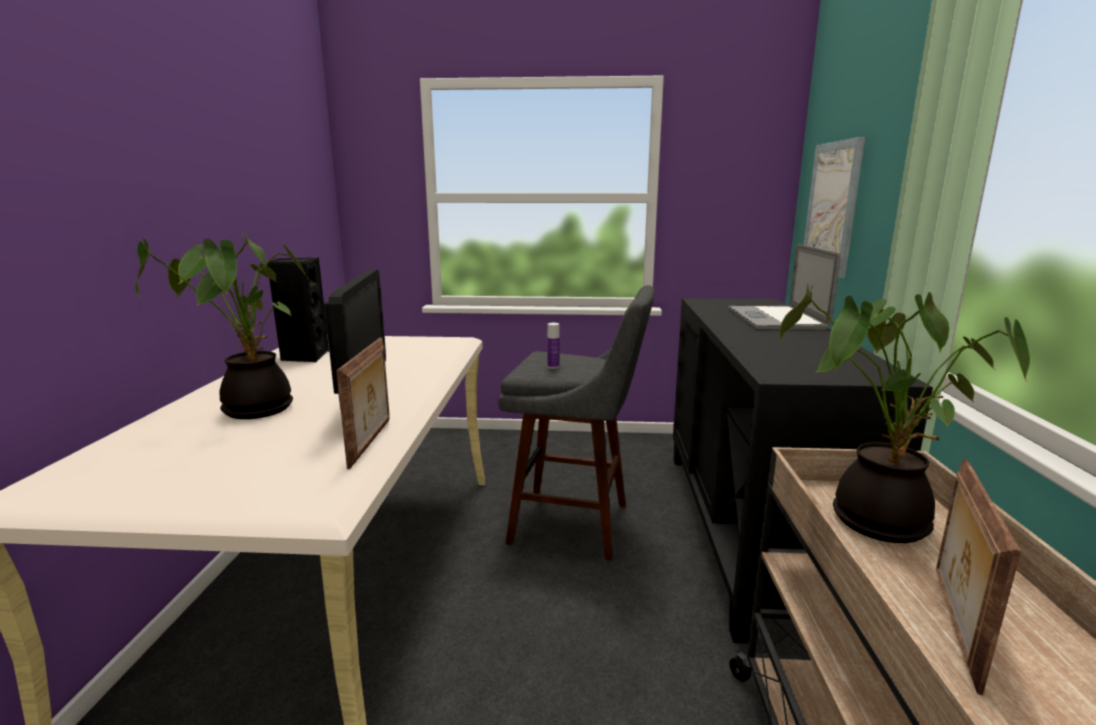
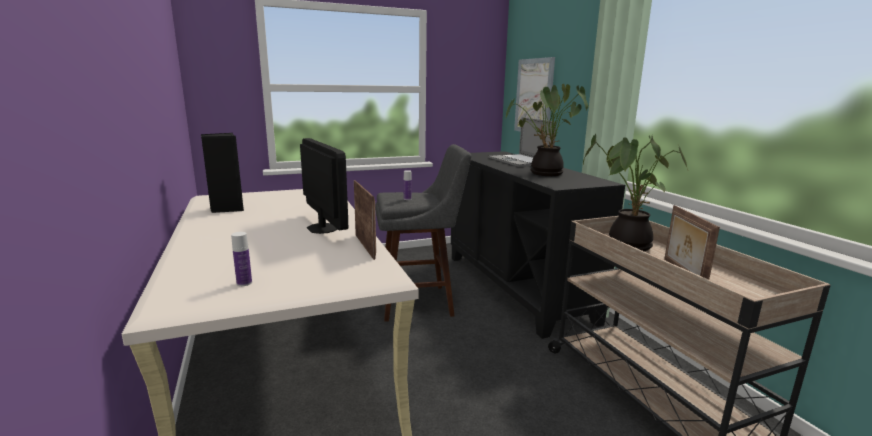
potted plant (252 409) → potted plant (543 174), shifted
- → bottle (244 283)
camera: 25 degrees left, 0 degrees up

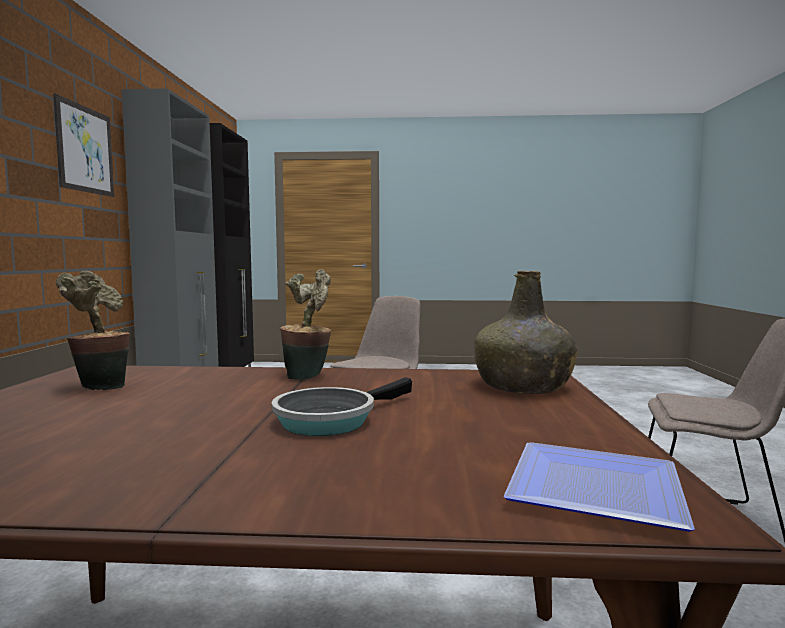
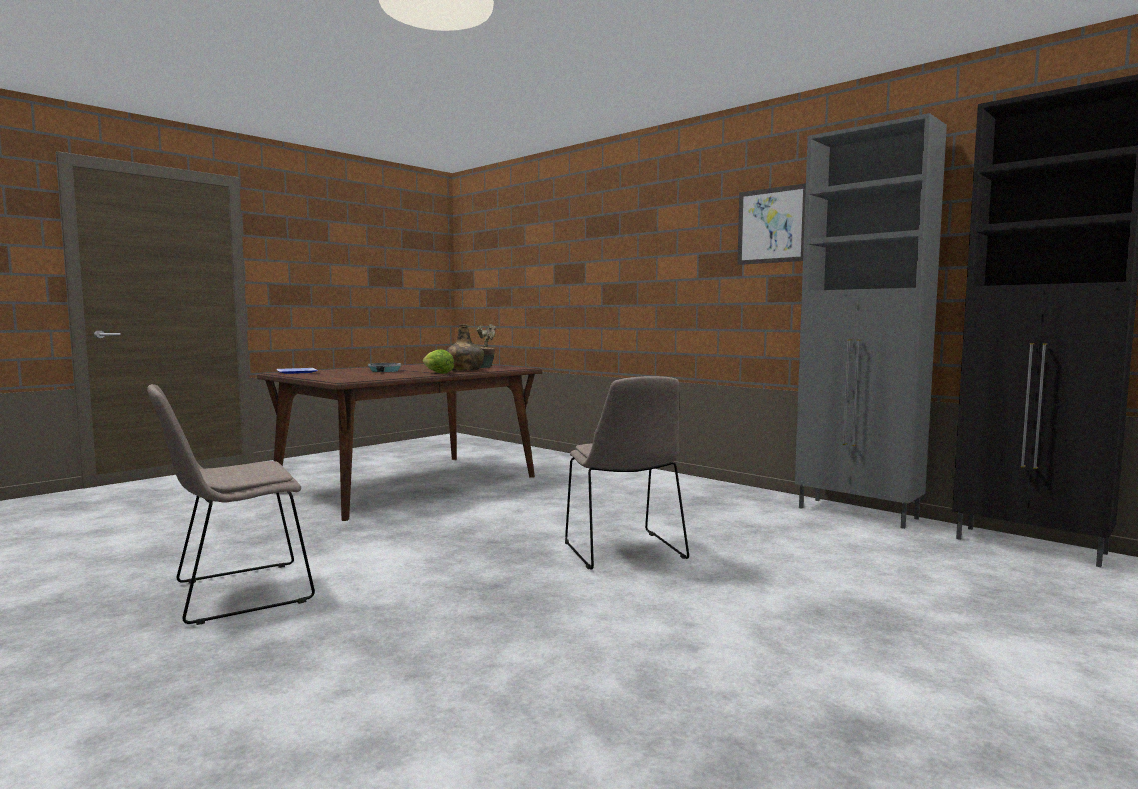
potted plant (308 375) → lettuce (438 373)
green bottle (523 386) → green bottle (464 370), shifted
camera: 130 degrees right, 0 degrees up

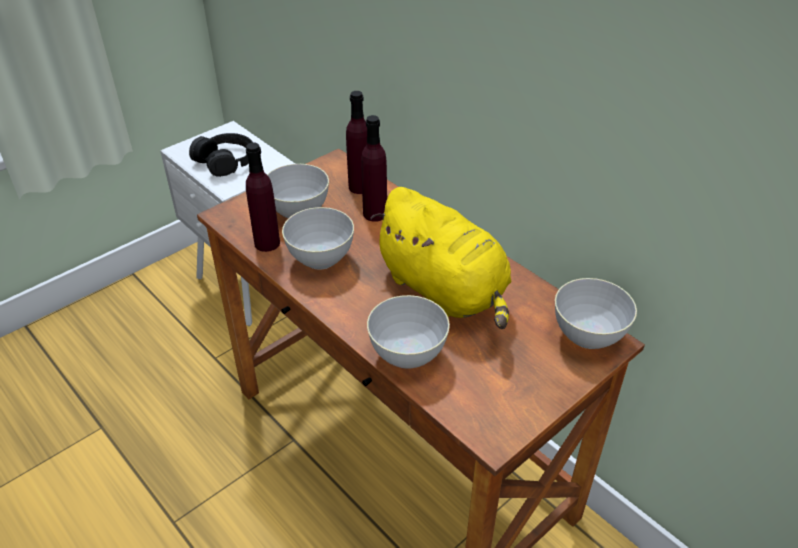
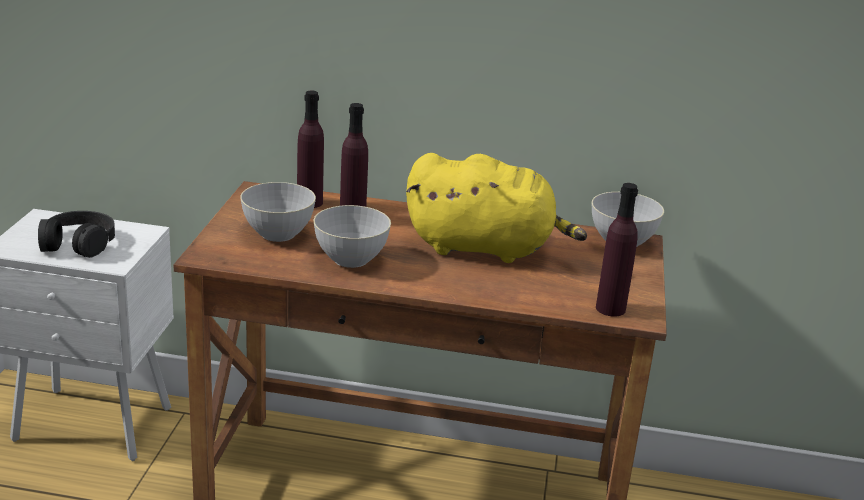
purple bottle (267 243) → purple bottle (610 308), shifted
grey bowl (408 354) → -
camera: 40 degrees left, 15 degrees down

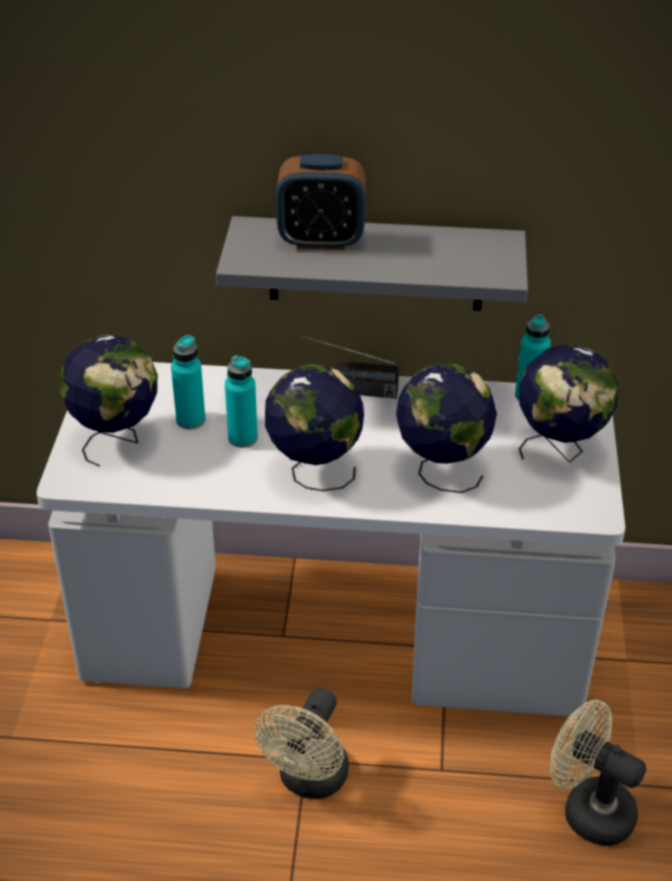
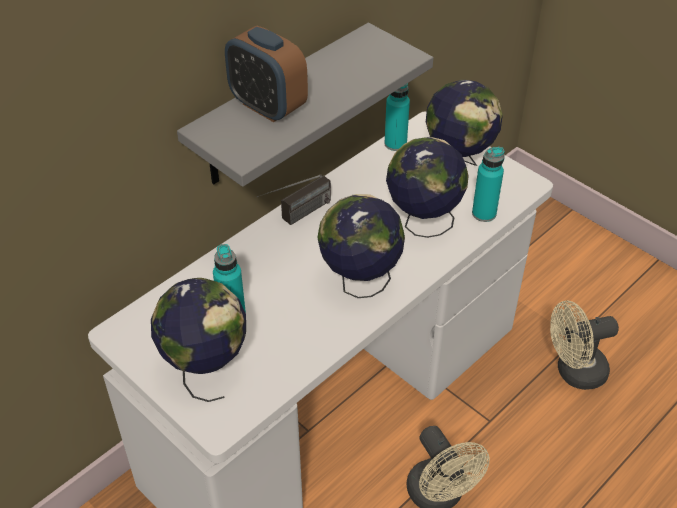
turquoise bottle (243 438) → turquoise bottle (484 213), shifted
alarm clock (321 240) → alarm clock (268 107), 90 degrees clockwise
camera: 50 degrees left, 5 degrees up

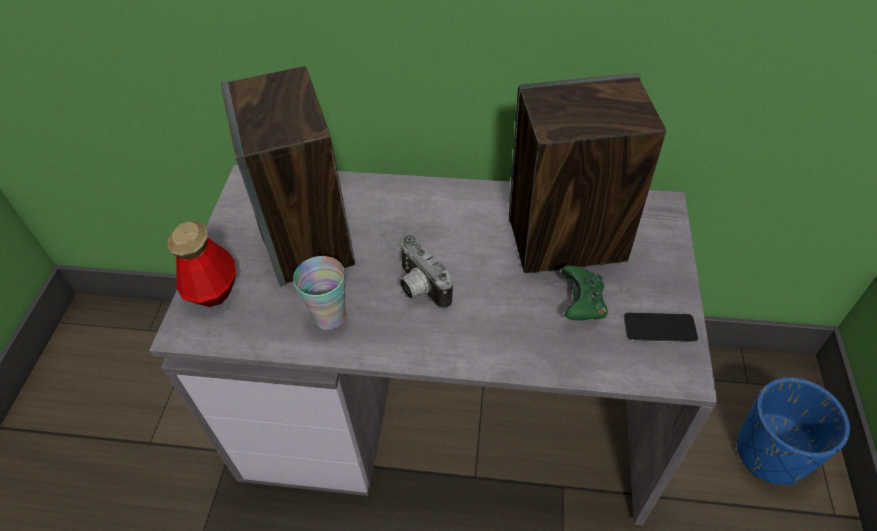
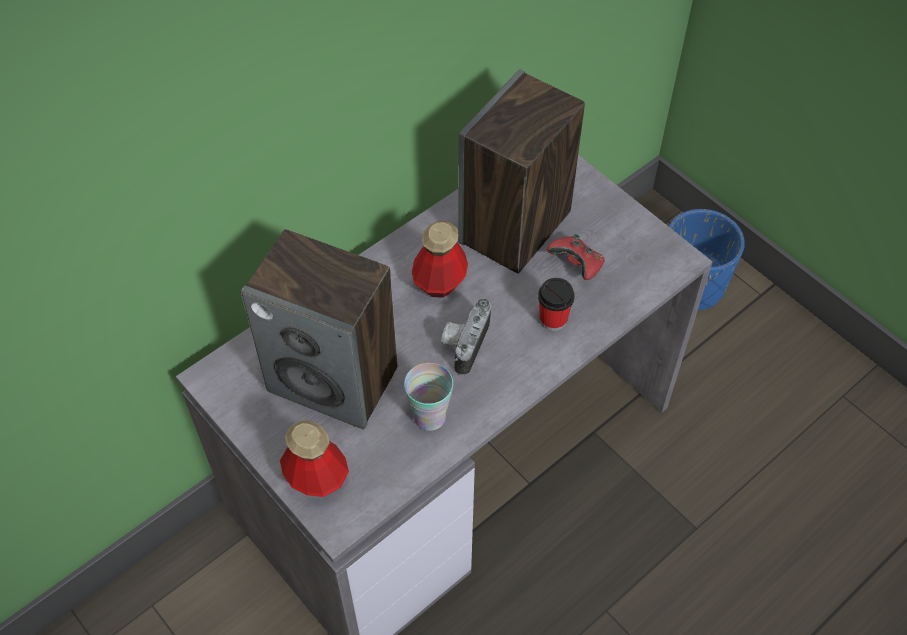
photo camera (419 289) → photo camera (463 344), 105 degrees clockwise
green game controller (582 305) → red game controller (577 265)
phone (659 328) → -
- → bottle (440 282)
- → cup (553 319)
camera: 50 degrees left, 5 degrees up

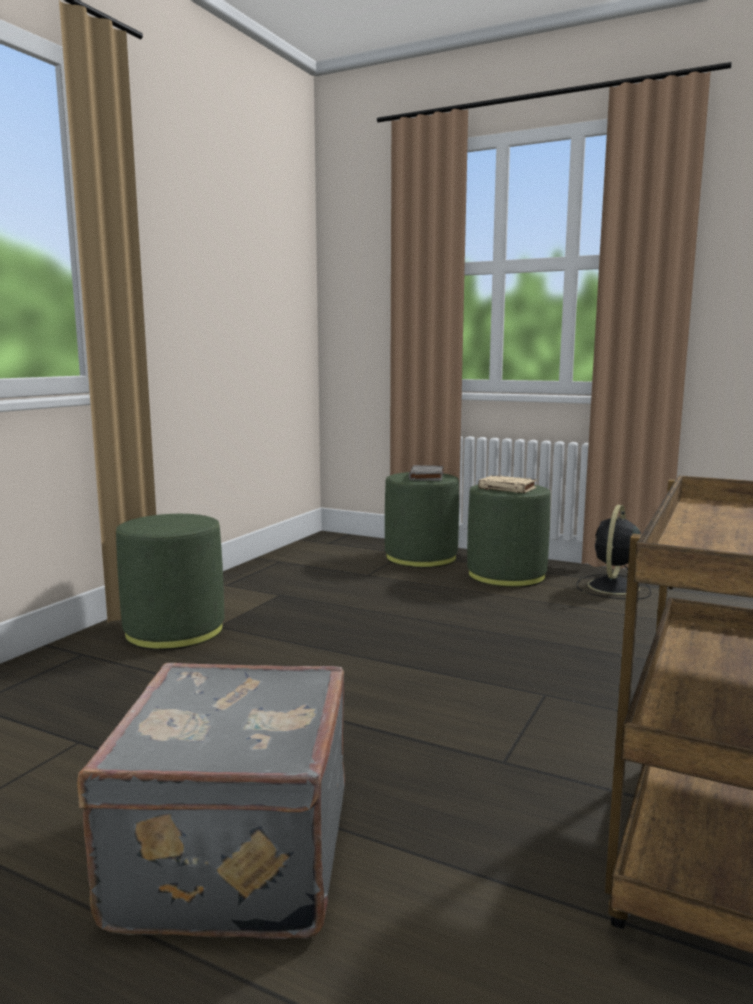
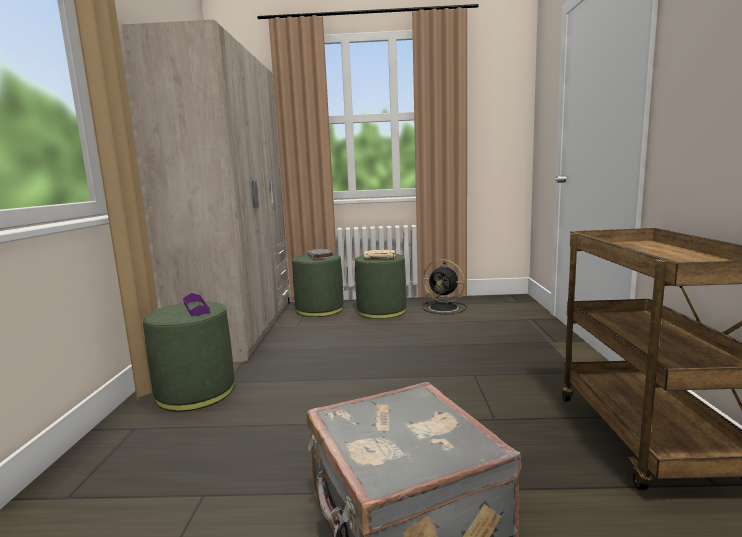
black fan (612 587) → black fan (445 308), 60 degrees counterclockwise
- → beige wardrobe (241 327)
- → purple tray (196 307)
camera: 25 degrees left, 0 degrees up

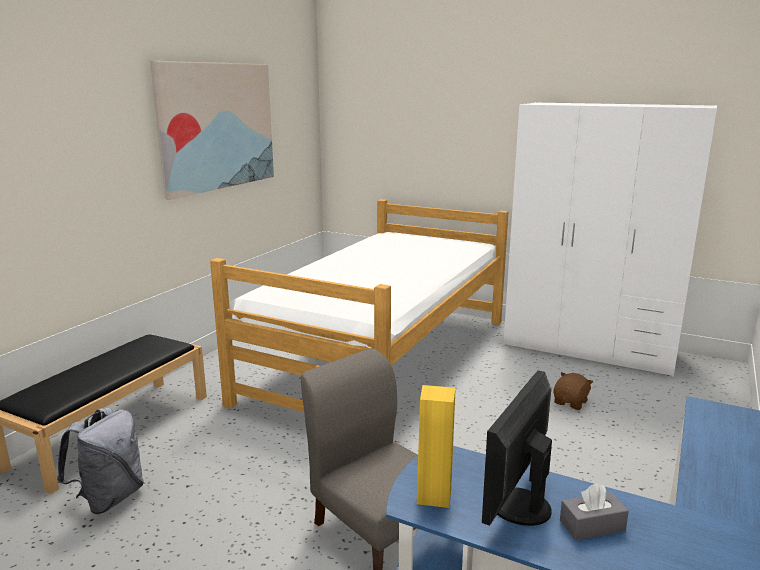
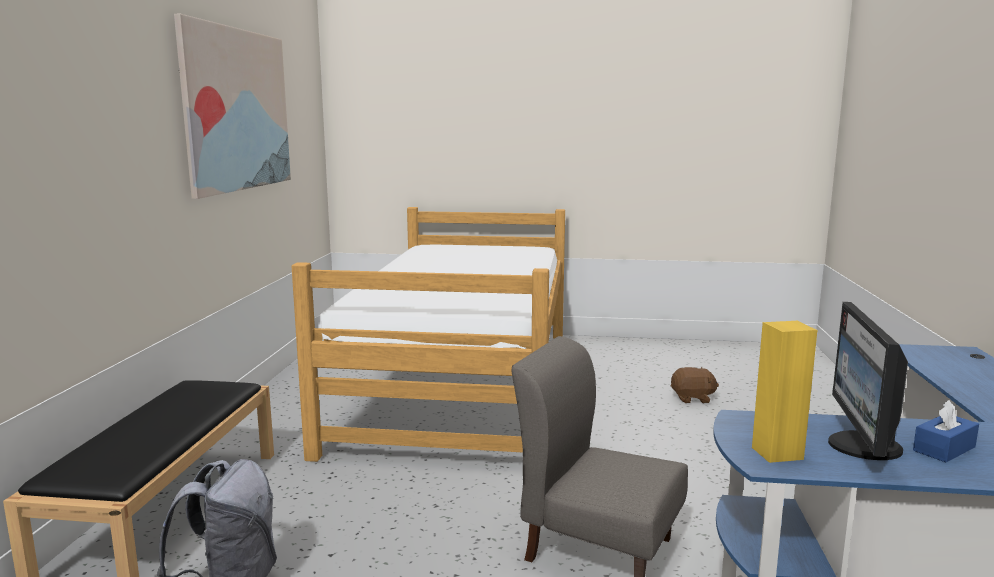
white wardrobe (589 348) → -
brown plush toy (571 402) → brown plush toy (692 398), 75 degrees clockwise
grey tissue box (592 526) → blue tissue box (944 449)
camera: 20 degrees left, 5 degrees down

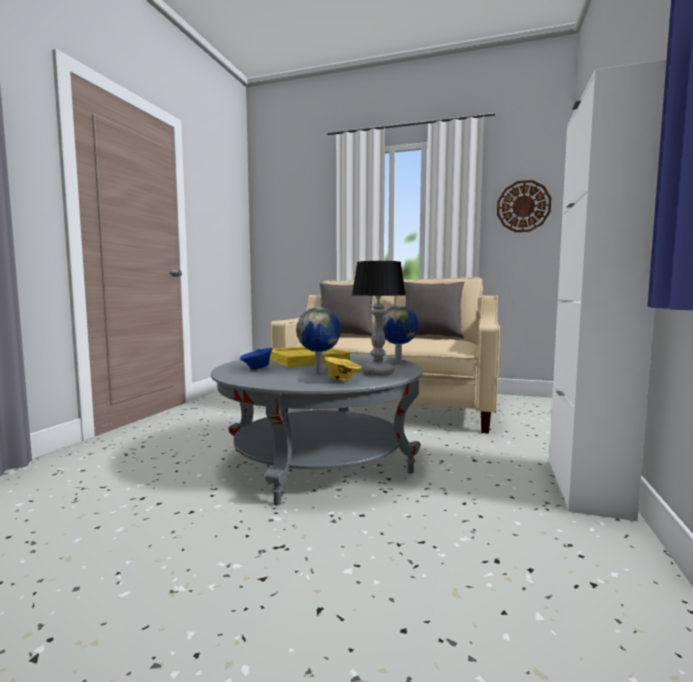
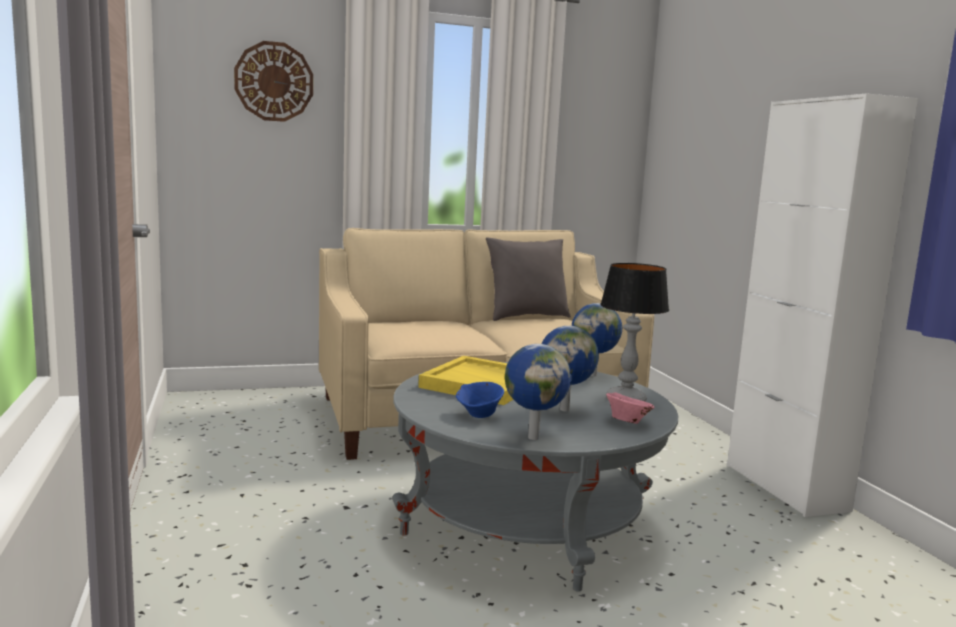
grey pillow (346 336) → -
yellow bowl (342 380) → pink bowl (627 422)
wall clock (523 206) → wall clock (274 81), shifted
- → globe (533 437)
camera: 35 degrees left, 5 degrees up

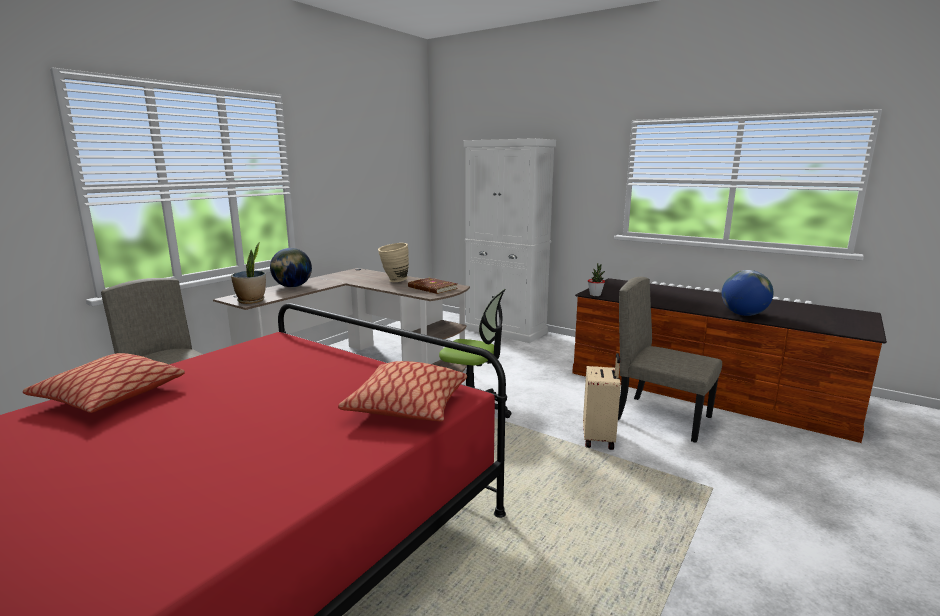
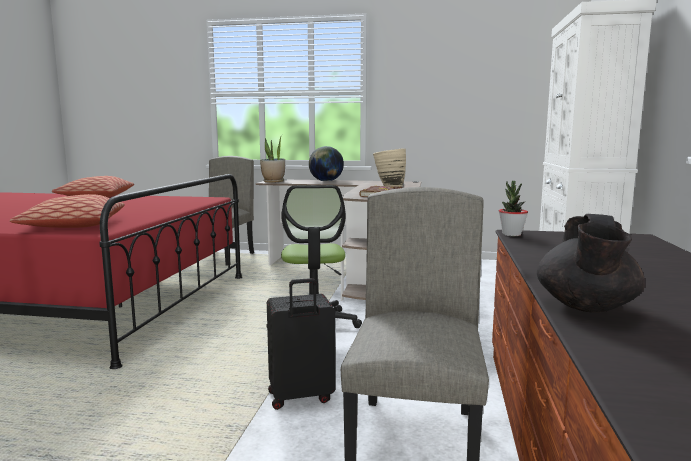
beige suitcase (599 439) → black suitcase (300 397)
globe (743 314) → black teapot (586 307)
camera: 65 degrees right, 5 degrees down

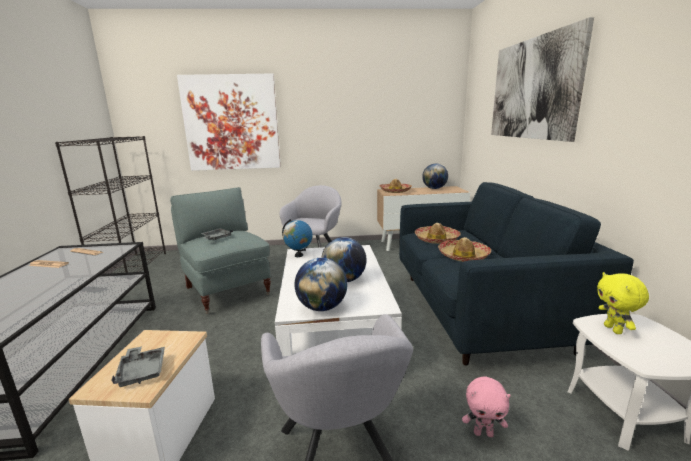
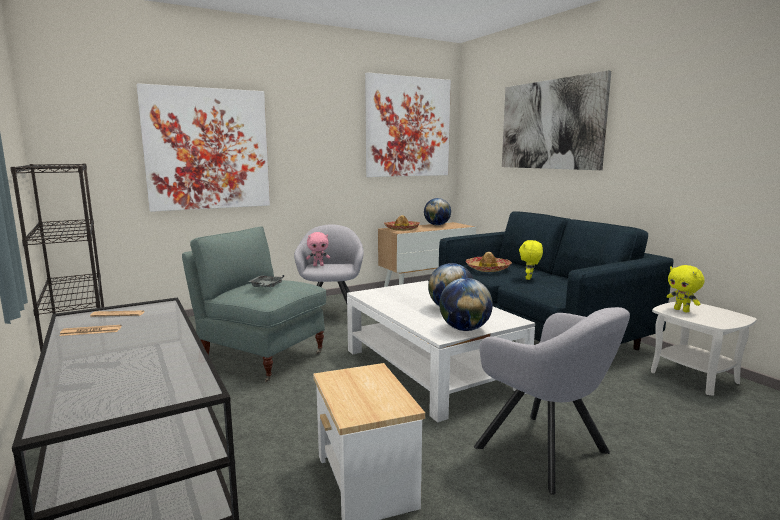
grey tray (142 371) → -
globe (298 255) → -
hat (463 256) → yellow plush toy (529 278)
pink plush toy (483 433) → pink plush toy (318 265), shifted
- → picture (408 127)
camera: 25 degrees left, 5 degrees down

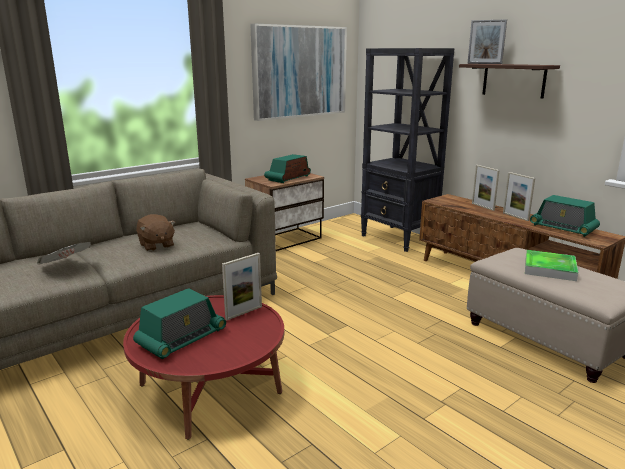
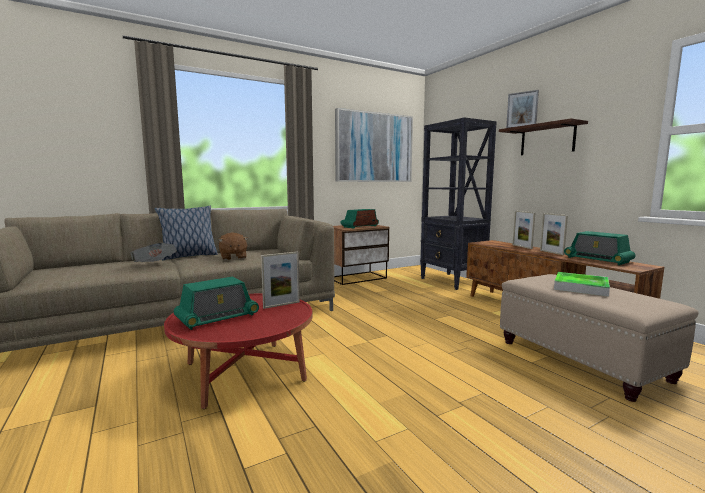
- → pillow (188 256)
camera: 10 degrees right, 10 degrees down

